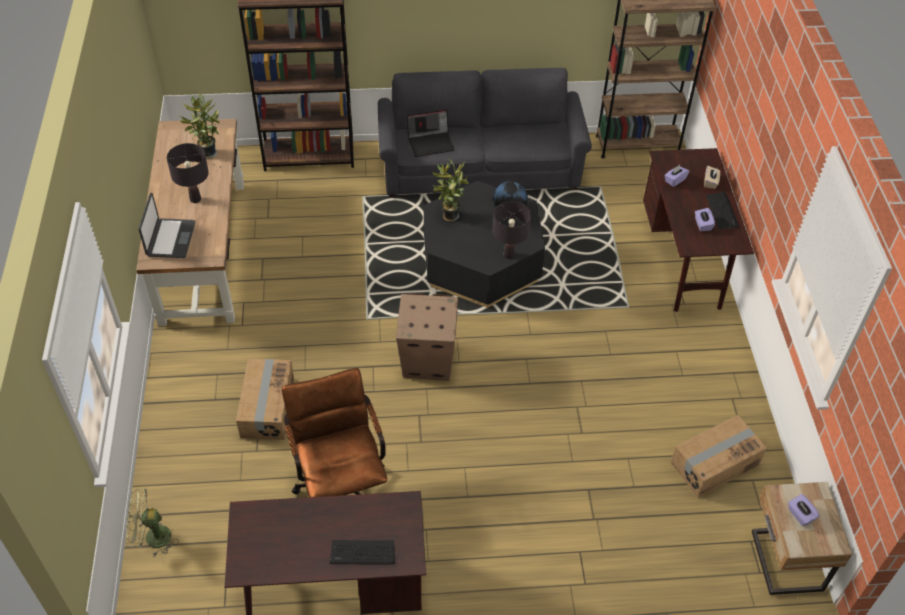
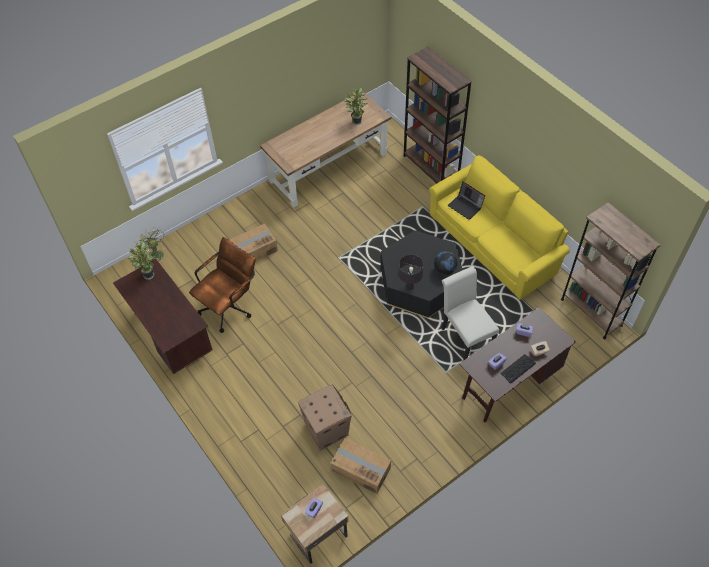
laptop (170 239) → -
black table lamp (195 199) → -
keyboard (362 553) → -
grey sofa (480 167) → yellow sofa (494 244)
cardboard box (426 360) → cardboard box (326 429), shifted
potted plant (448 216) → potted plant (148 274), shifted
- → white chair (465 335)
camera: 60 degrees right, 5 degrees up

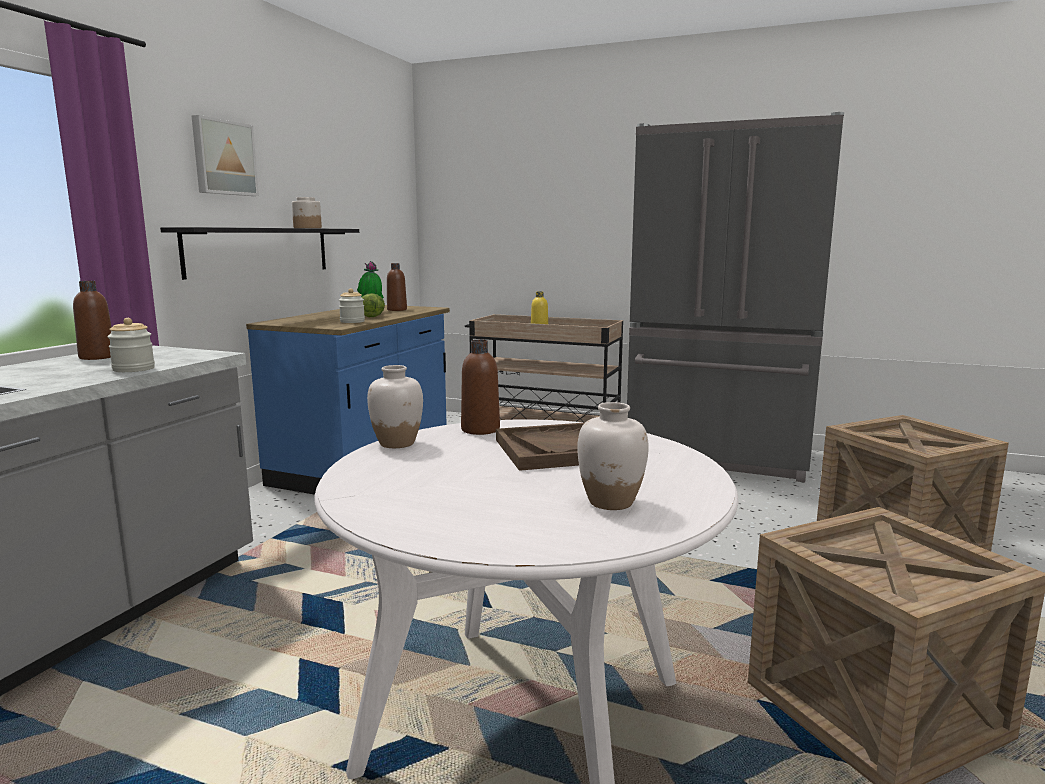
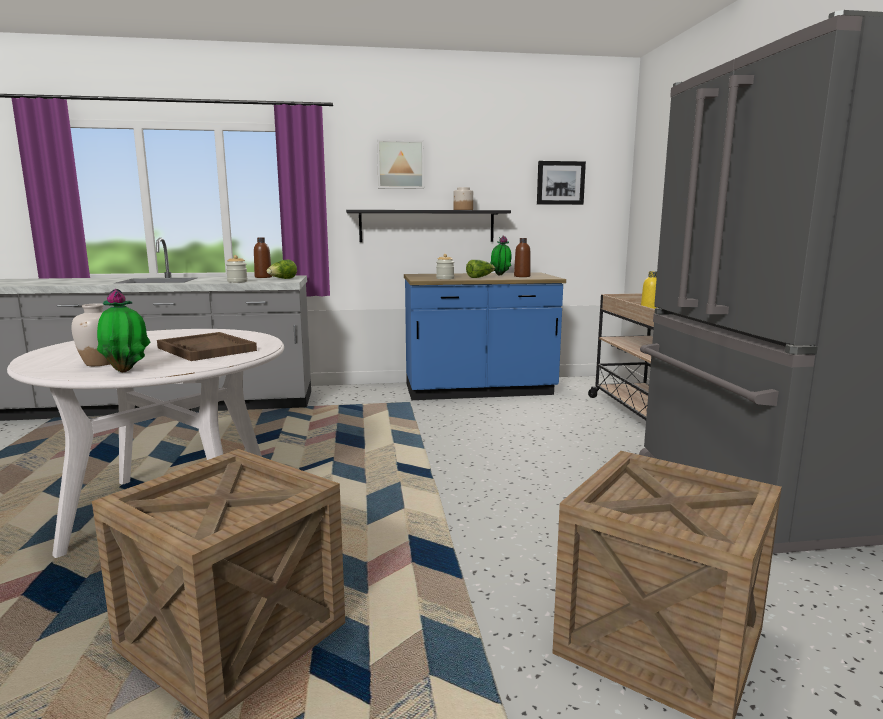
white vase (397 443) → -
brown bottle (480 430) → -
- → potted plant (127 370)
- → lettuce (282 279)
- → picture (560 183)
camera: 60 degrees right, 0 degrees up

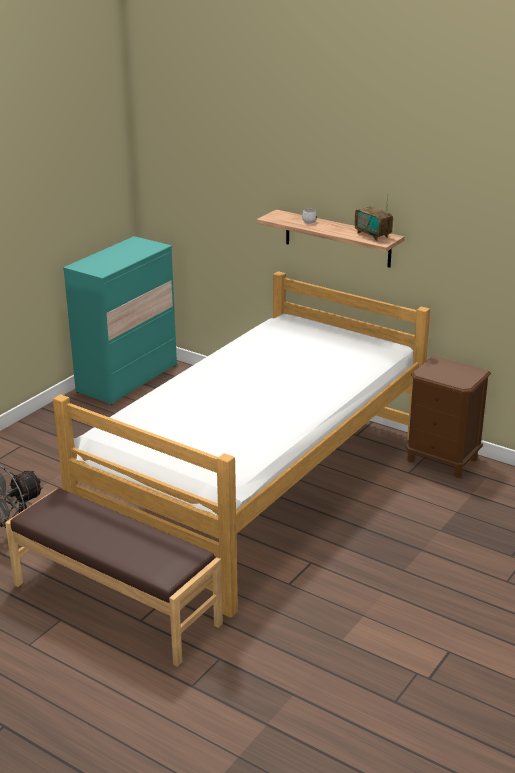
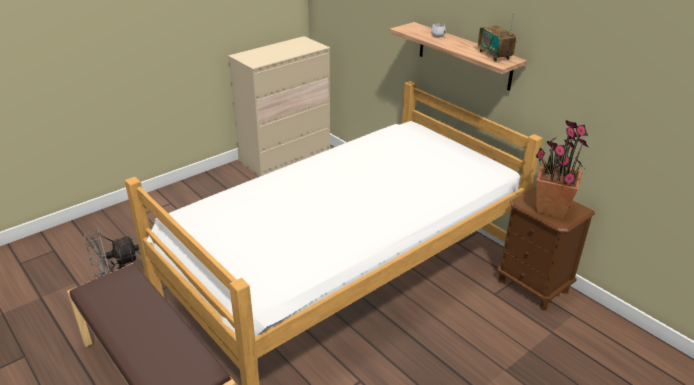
turquoise dresser (127 379) → beige dresser (285 156)
- → potted plant (551 208)
camera: 15 degrees right, 5 degrees up

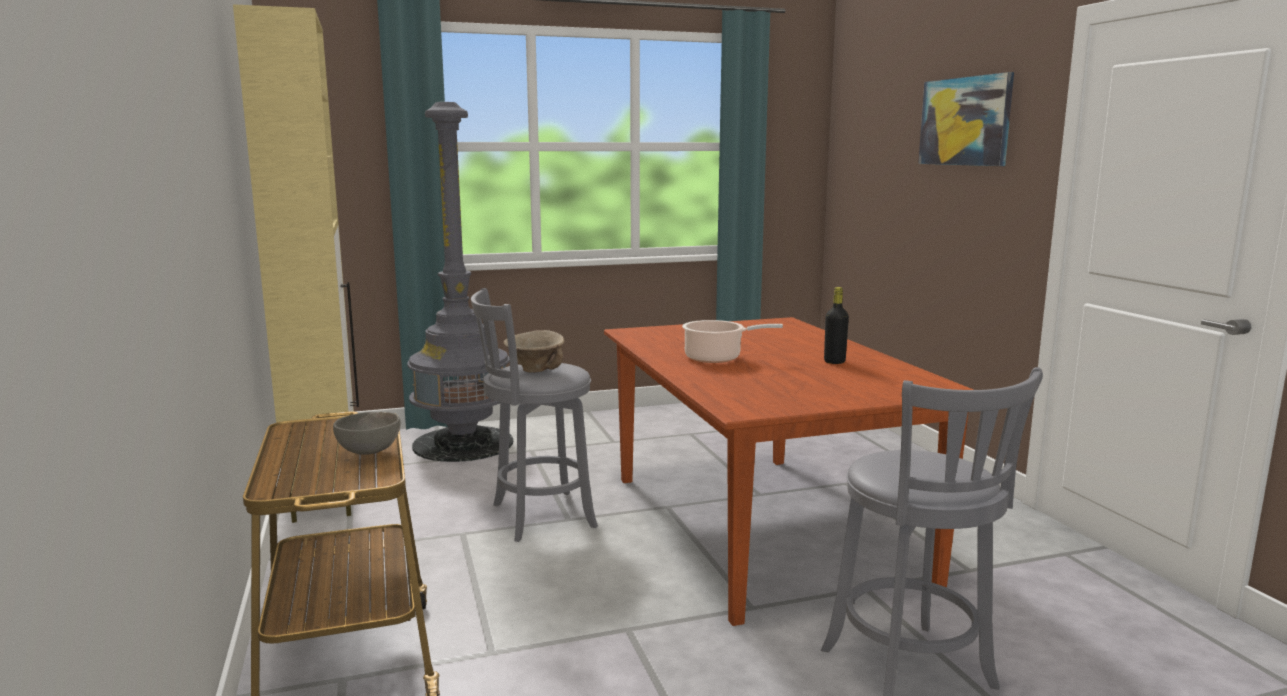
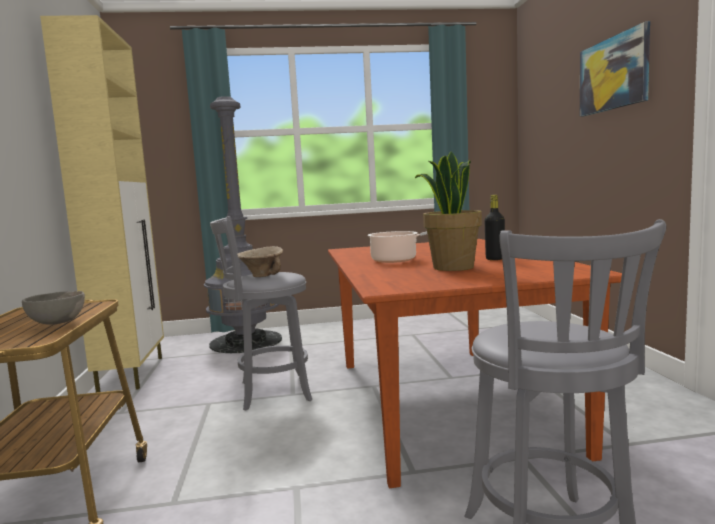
- → potted plant (452 267)
camera: 10 degrees right, 5 degrees down

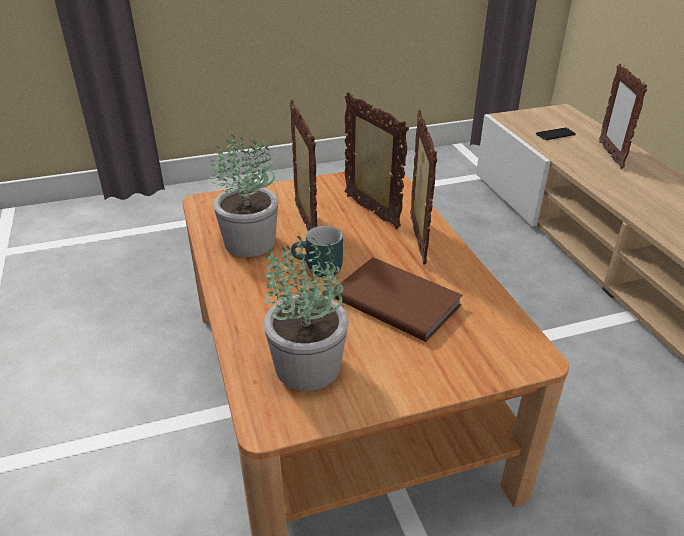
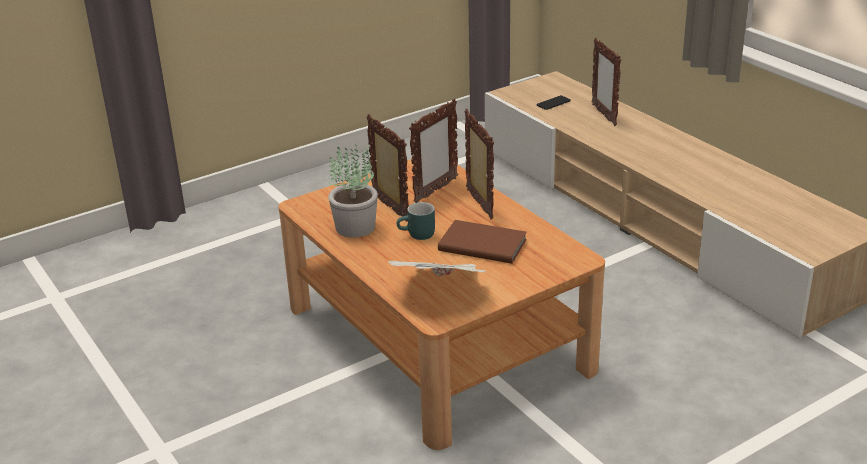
potted plant (308 365) → newspaper (443 289)
picture frame (371 212) → picture frame (435 191), 90 degrees clockwise
camera: 15 degrees left, 5 degrees down

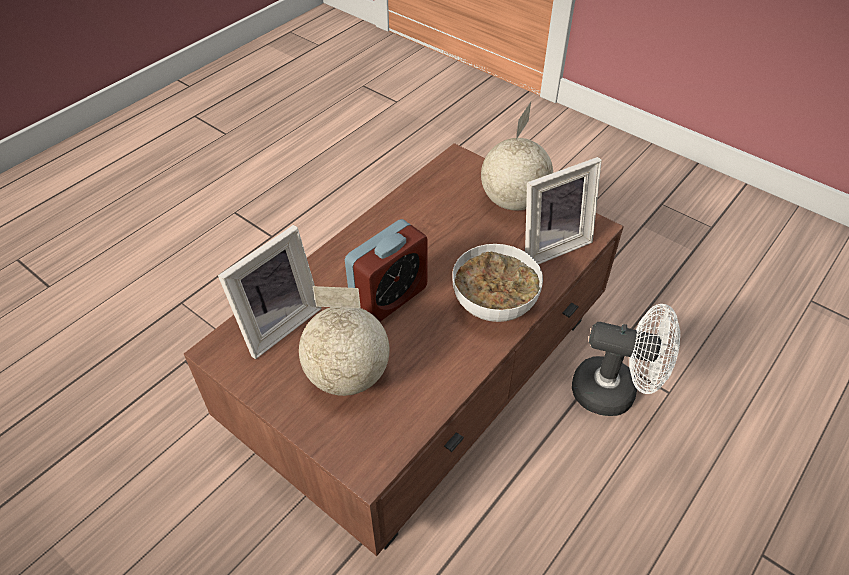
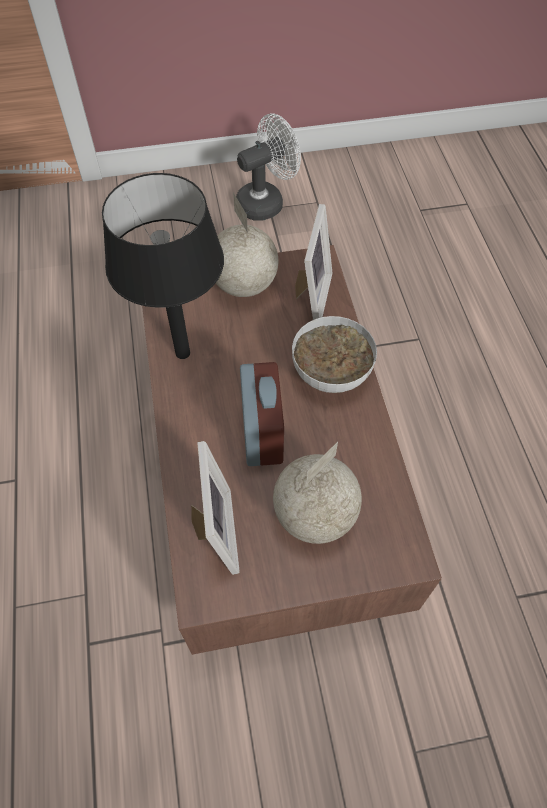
white fan (615 392) → white fan (266 202), shifted
- → black table lamp (182 352)
camera: 50 degrees left, 10 degrees up

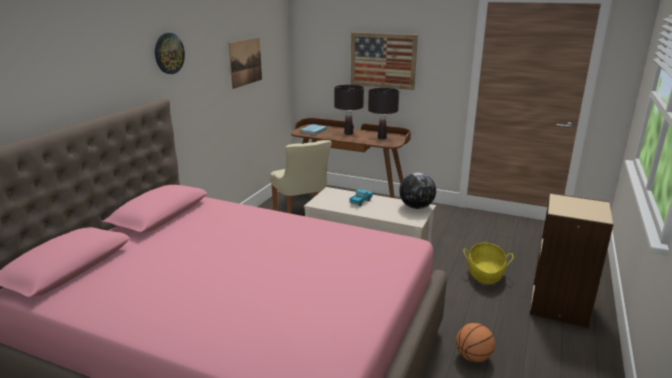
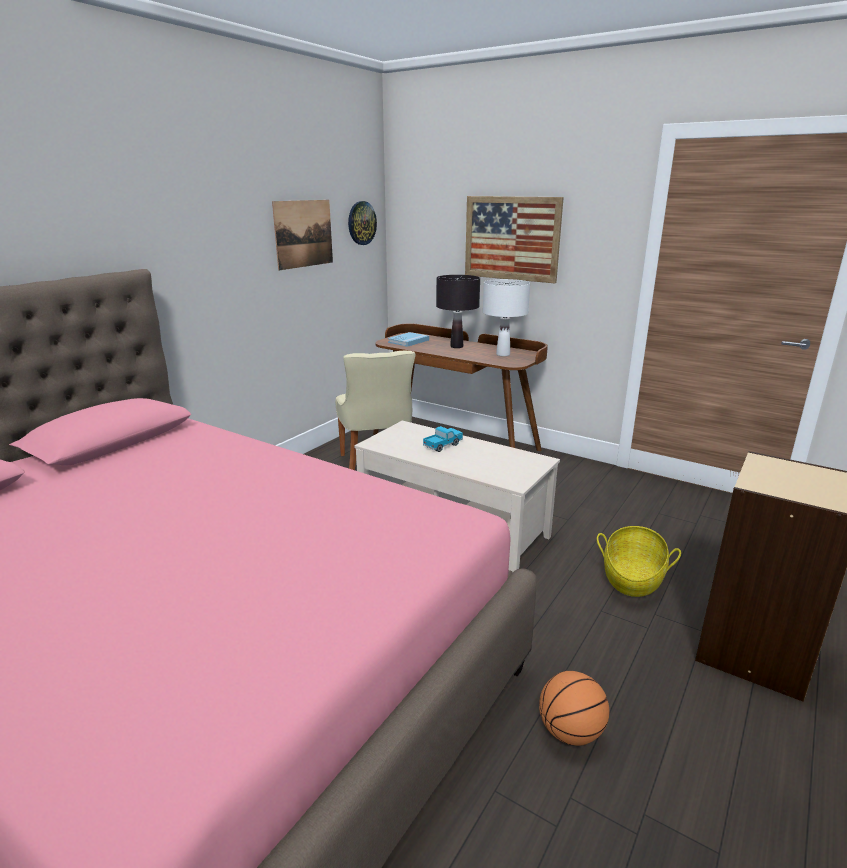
wall clock (169 53) → wall clock (361 223), shifted
black table lamp (382 138) → white table lamp (502 354)
globe (416 207) → -
camera: 10 degrees right, 0 degrees up

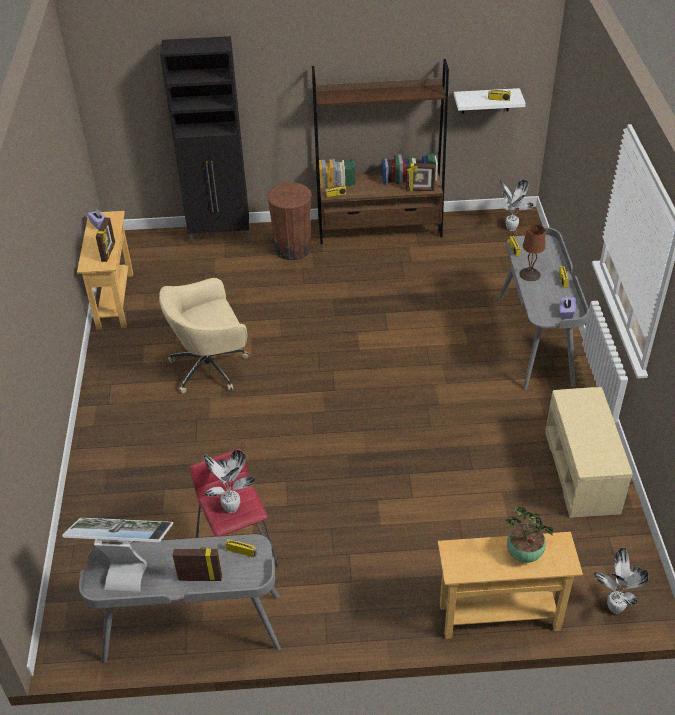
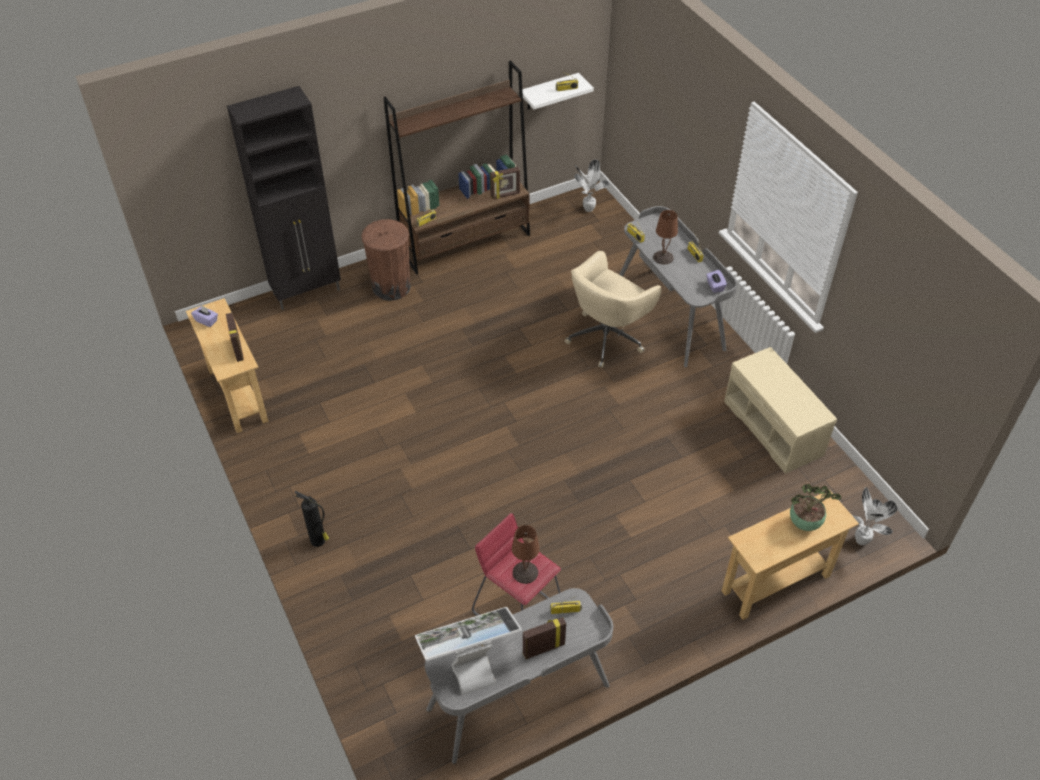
beige office chair (211 367) → beige office chair (607 337), shifted
potted plant (232 509) → brown table lamp (525 573)
- → fire extinguisher (319 541)
camera: 25 degrees left, 5 degrees up

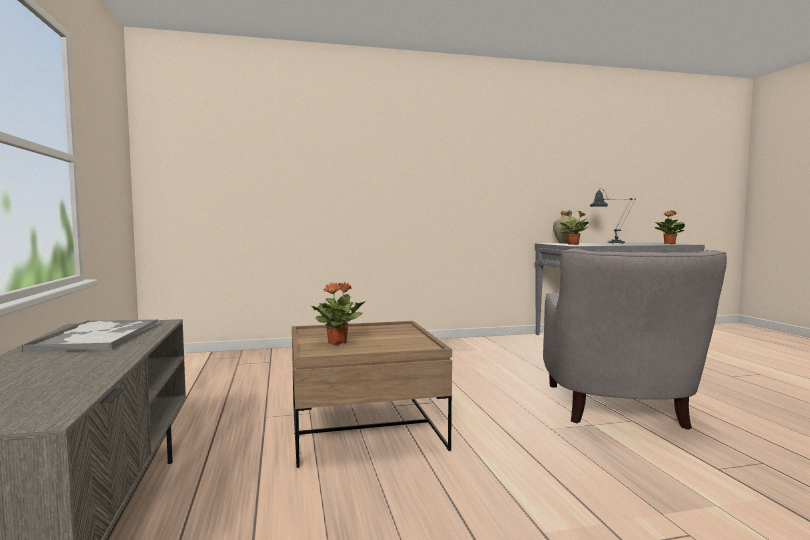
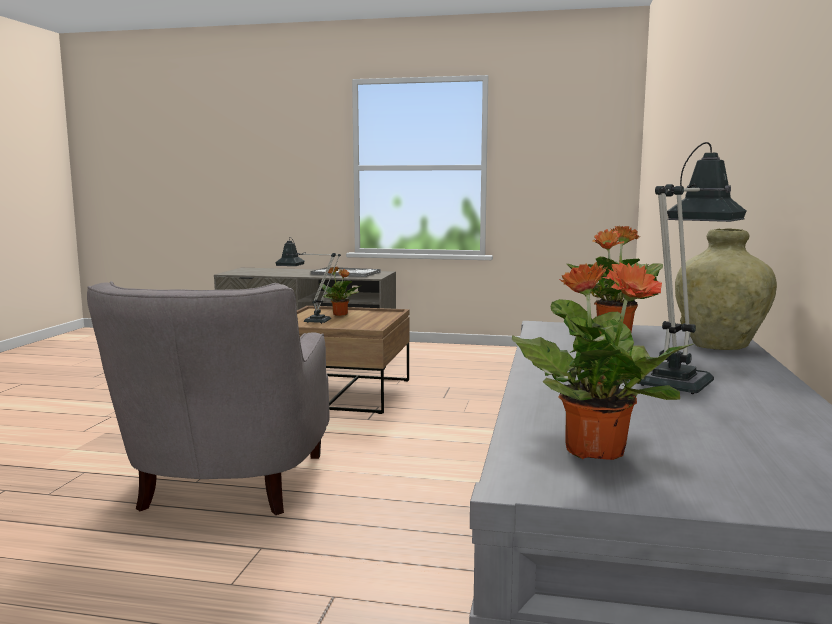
grey armchair (618 409) → grey armchair (226 487), 120 degrees counterclockwise
- → table lamp (311 321)
camera: 115 degrees right, 5 degrees up

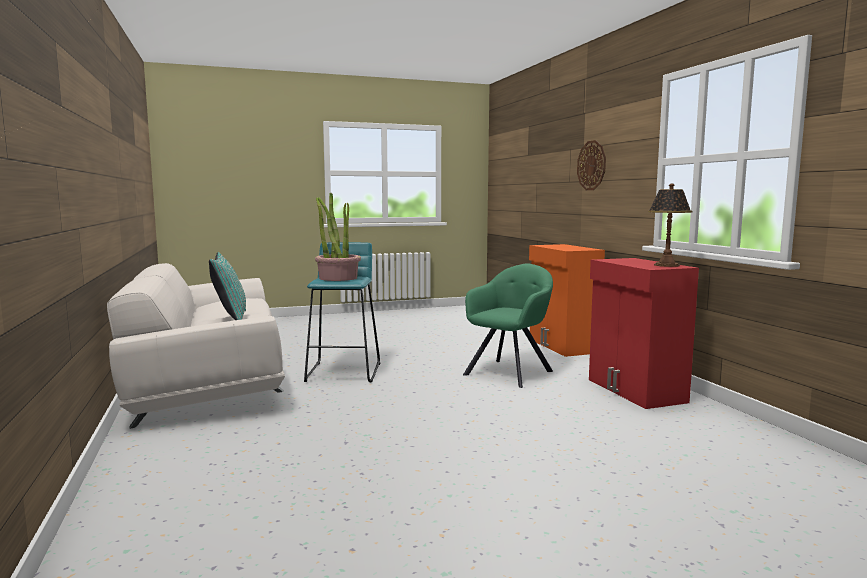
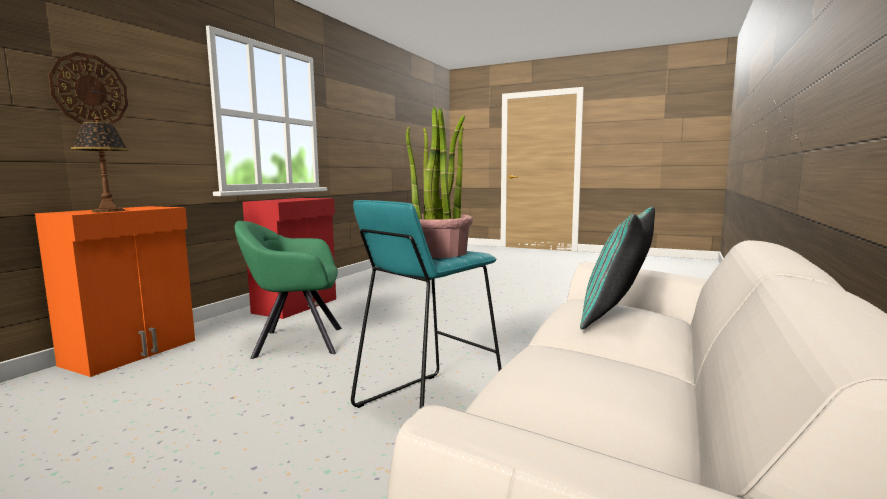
table lamp (666 265) → table lamp (108 211), shifted
camera: 135 degrees left, 0 degrees up

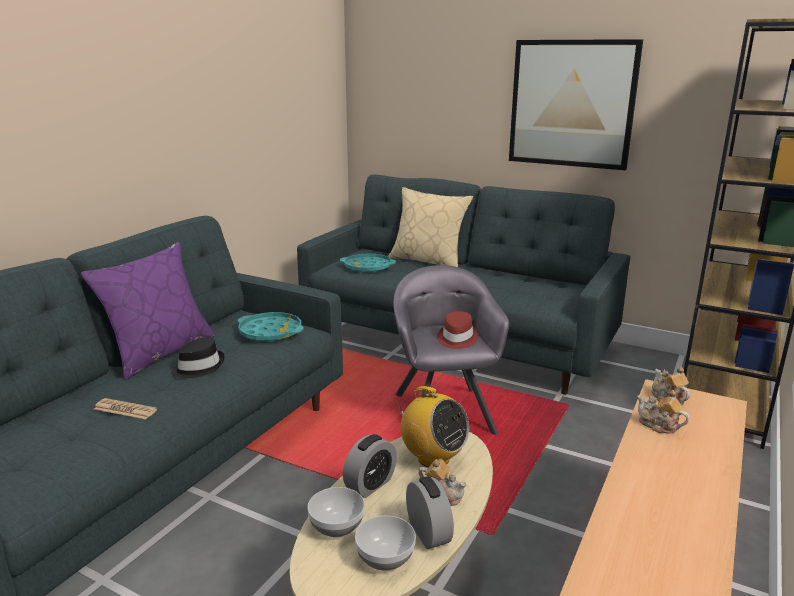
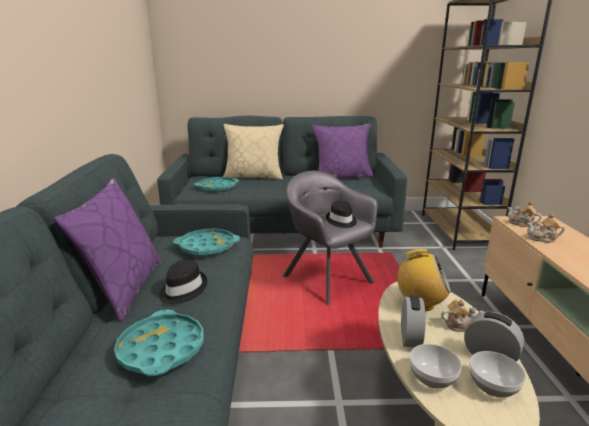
newspaper (125 409) → turquoise tray (161 349)
red hat (456 338) → black hat (341 221)
picture (572 104) → -
- → purple pillow (342 177)
camera: 30 degrees left, 0 degrees up

